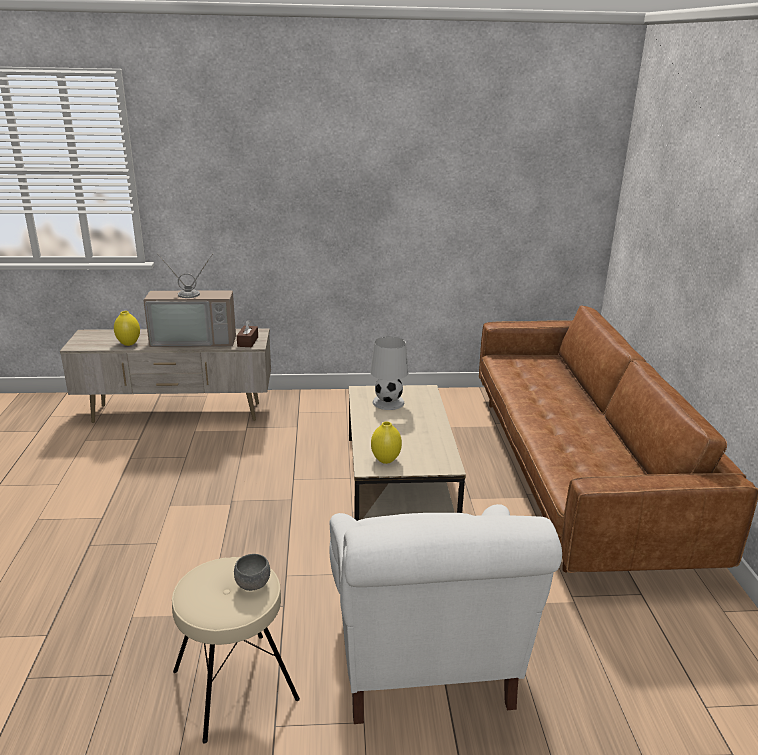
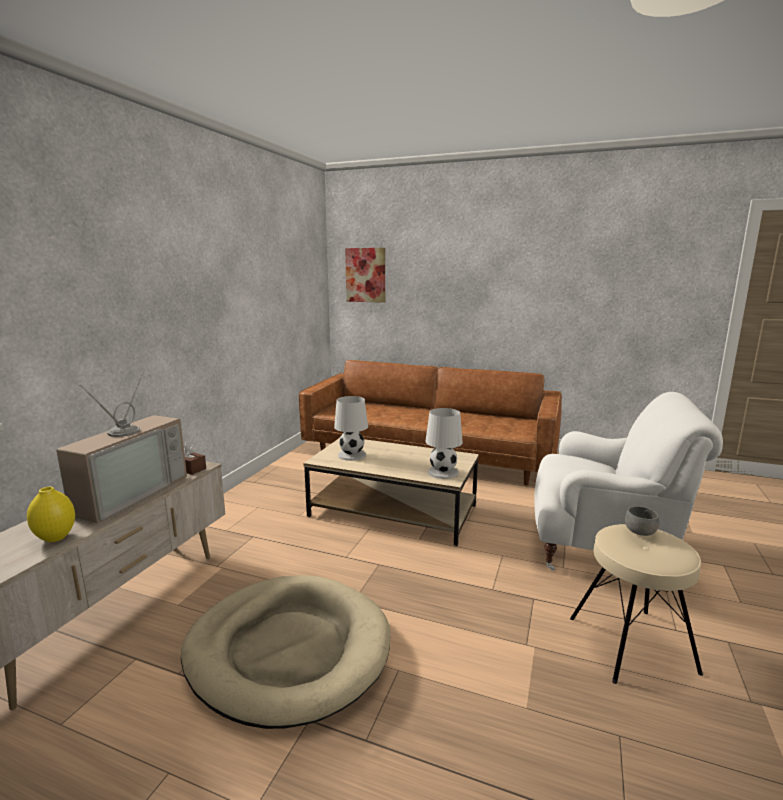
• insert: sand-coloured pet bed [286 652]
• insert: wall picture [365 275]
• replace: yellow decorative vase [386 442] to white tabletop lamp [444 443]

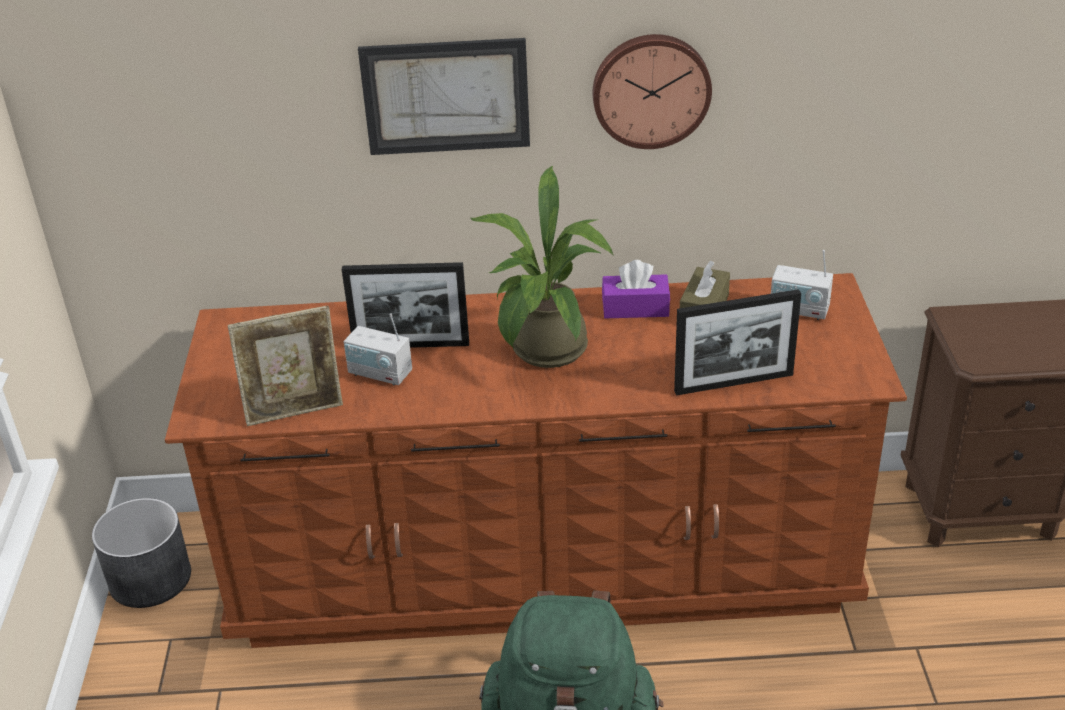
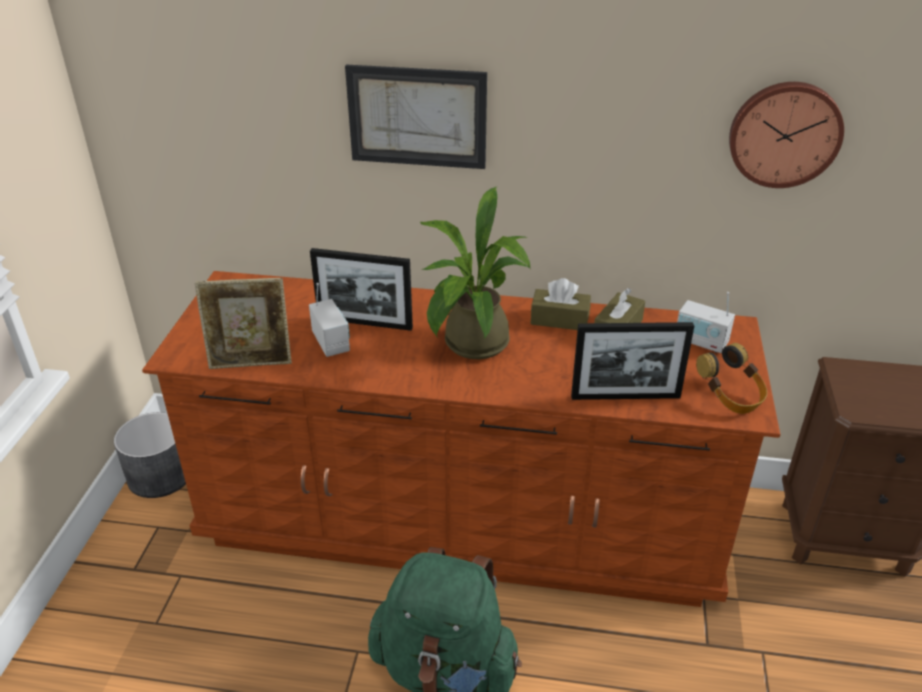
• insert: pair of headphones [731 378]
• move: wall clock [652 91] to [786 135]
• recolor: purple tissue holder [636 289] to brown-coloured tissue holder [561 304]
• rotate: radio [378 350] = [329 320] 150 degrees counterclockwise

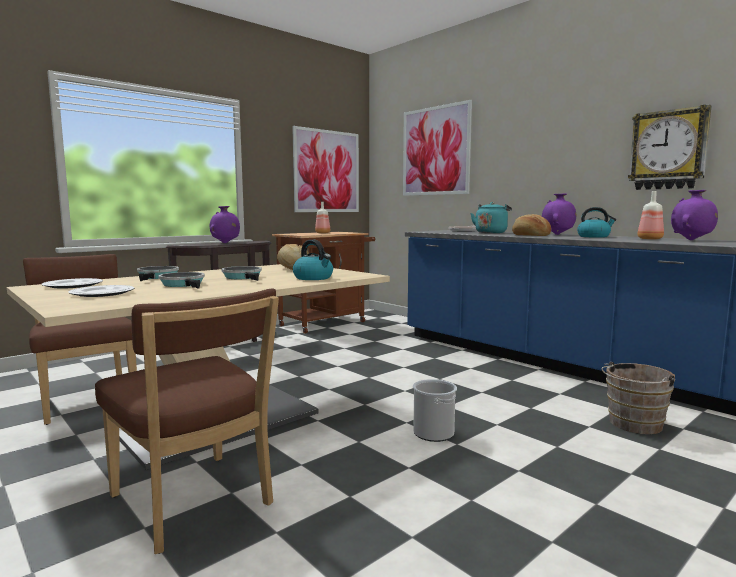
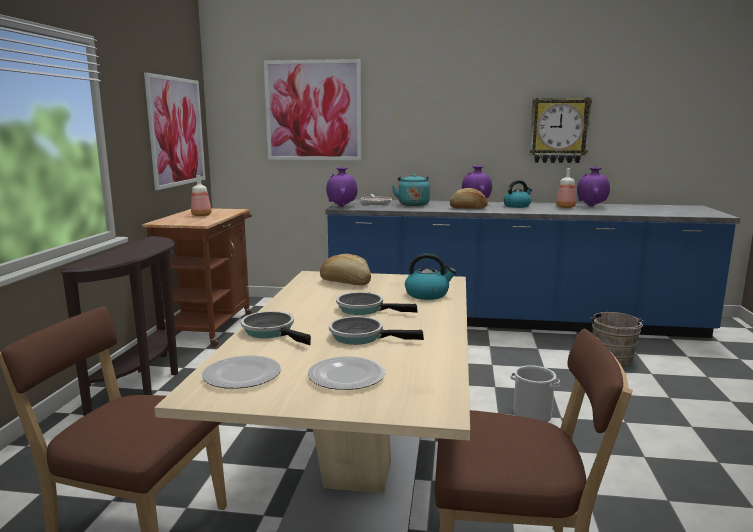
• move: purple decorative vase [225 224] to [342 187]

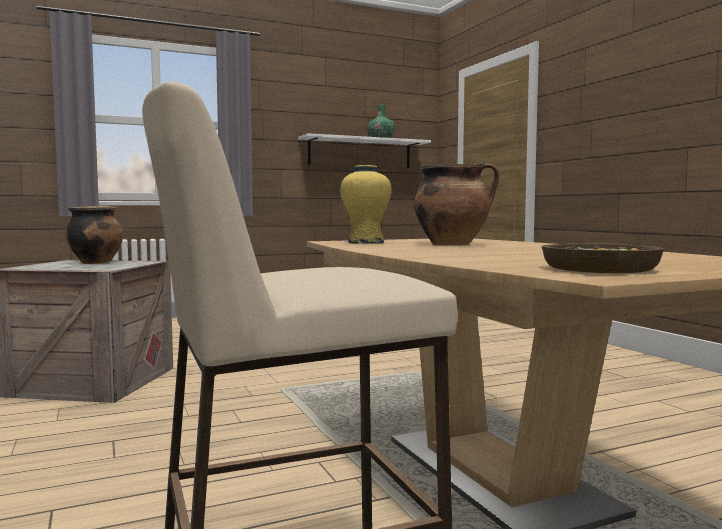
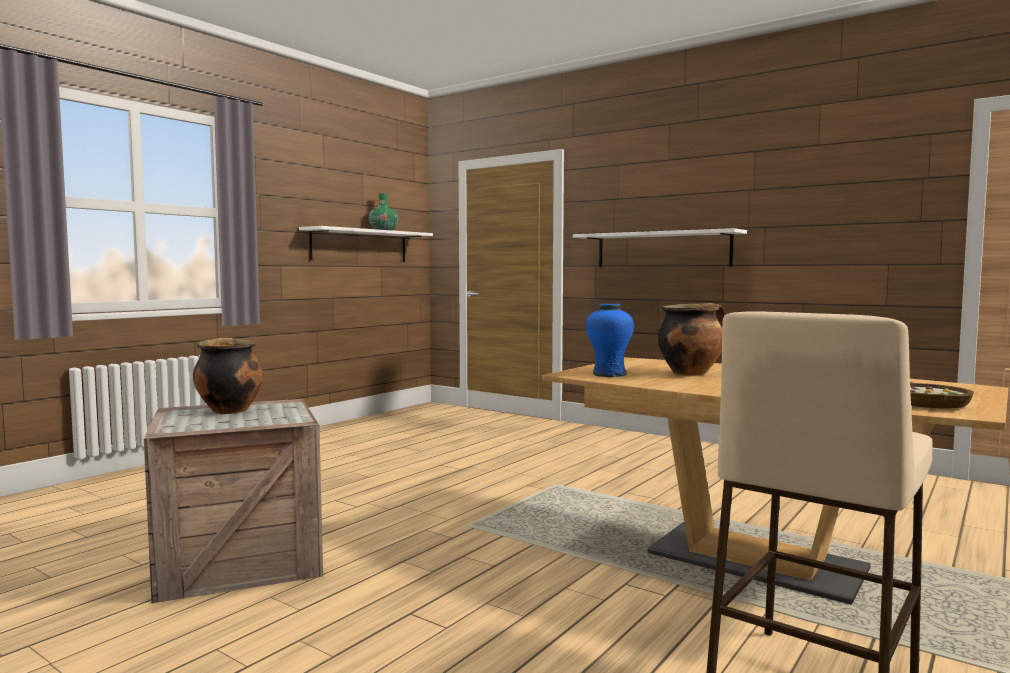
• insert: white bracket shelf [660 247]
• recolor: yellow decorative vase [365 204] to bluish decorative vase [610 340]

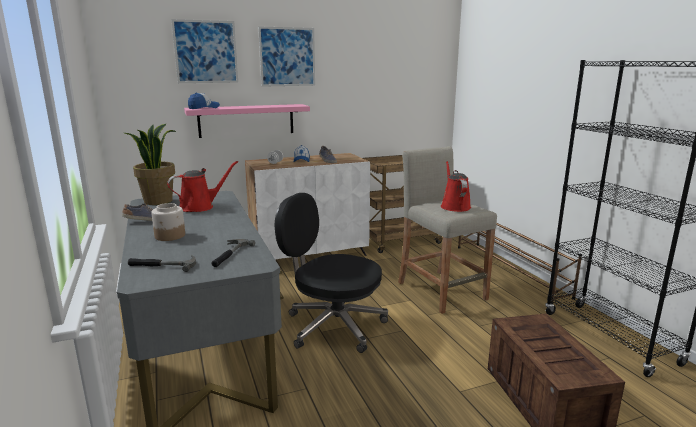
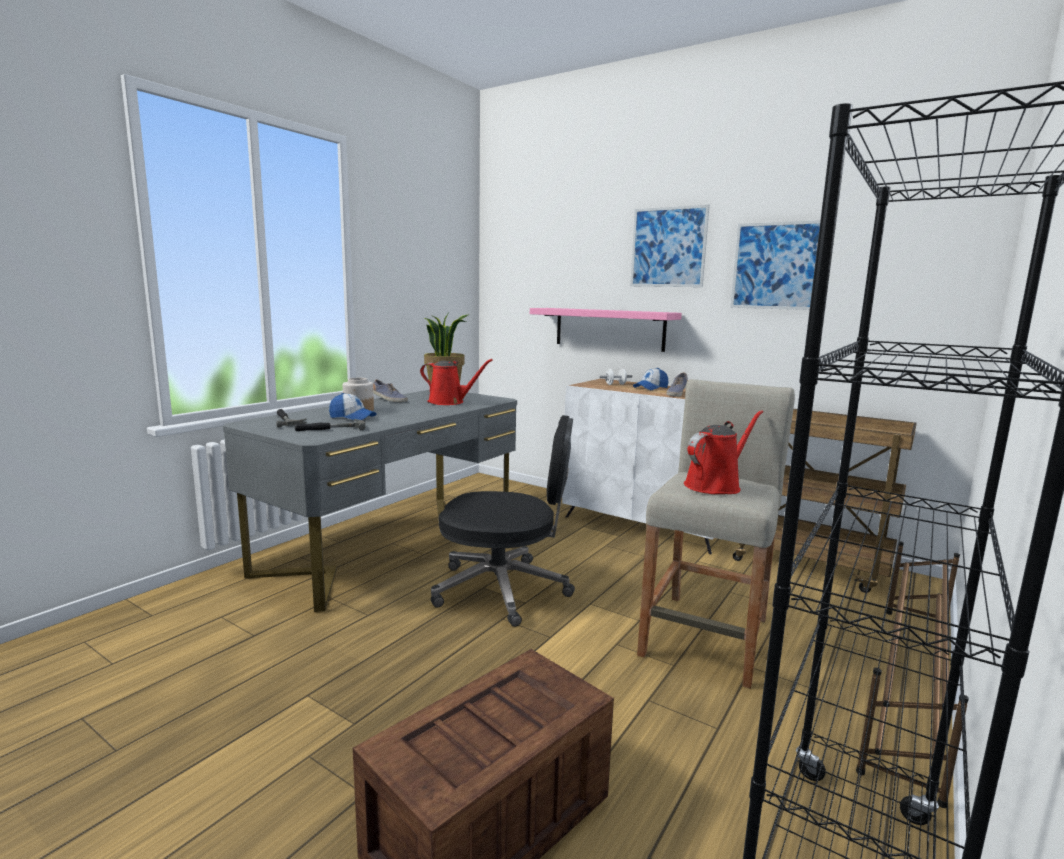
• move: wall picture [204 51] to [775 265]
• move: peaked cap [204 100] to [353 406]
• rotate: black computer chair [331 273] = [503 521] 105 degrees clockwise

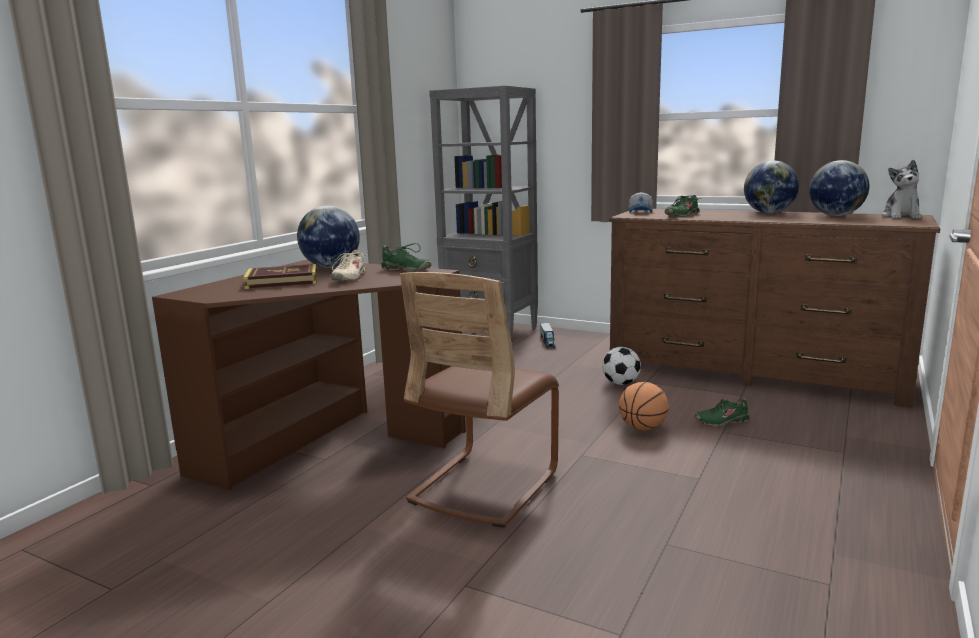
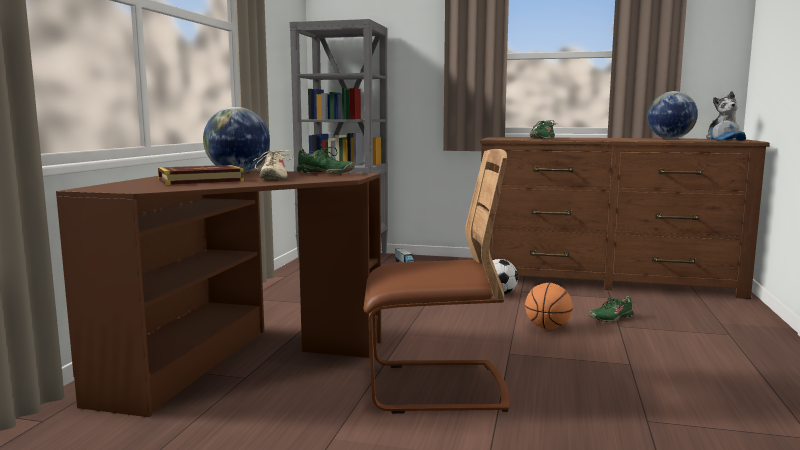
• delete: globe [771 187]
• move: peaked cap [641 202] to [728 130]
• rotate: brown-coloured chair [479 400] = [436 281] 105 degrees counterclockwise

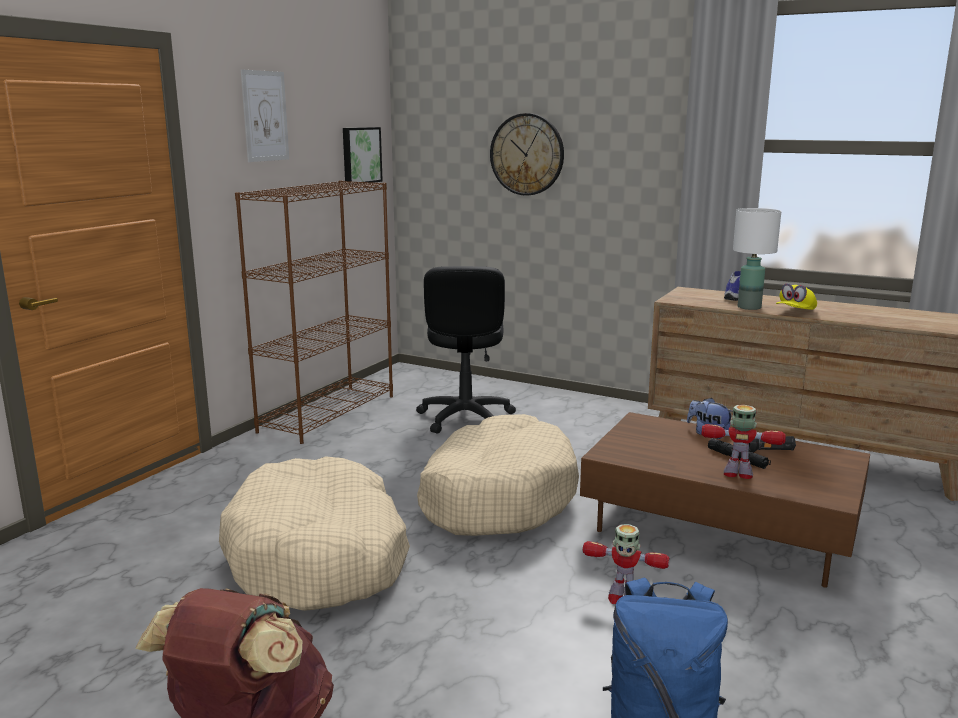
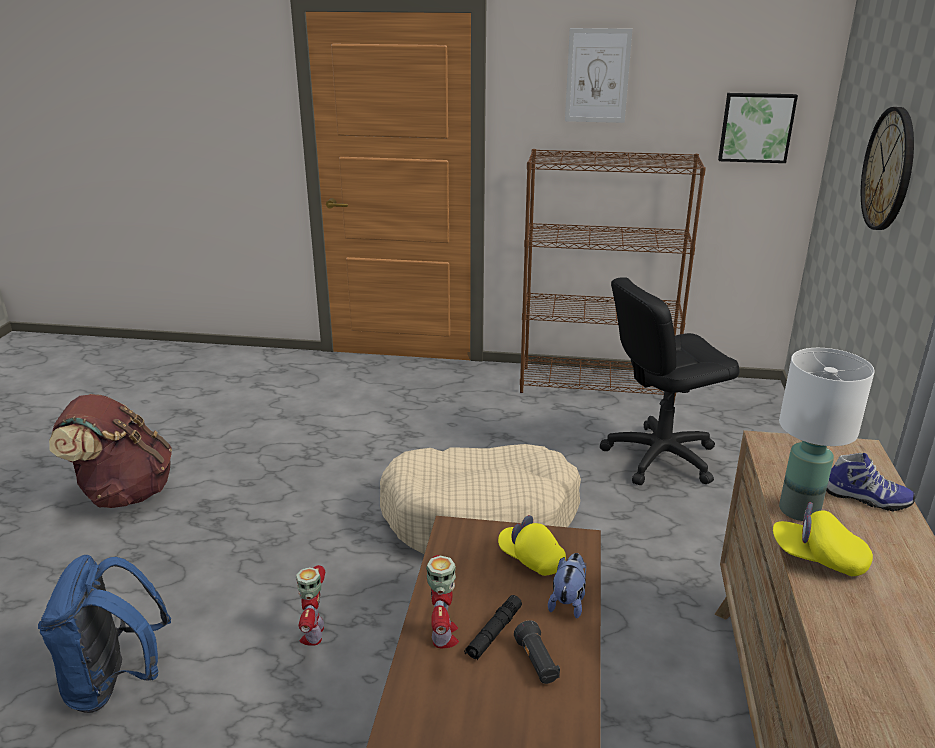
• delete: sand-coloured pet bed [314 533]
• insert: yellow peaked cap [532 545]

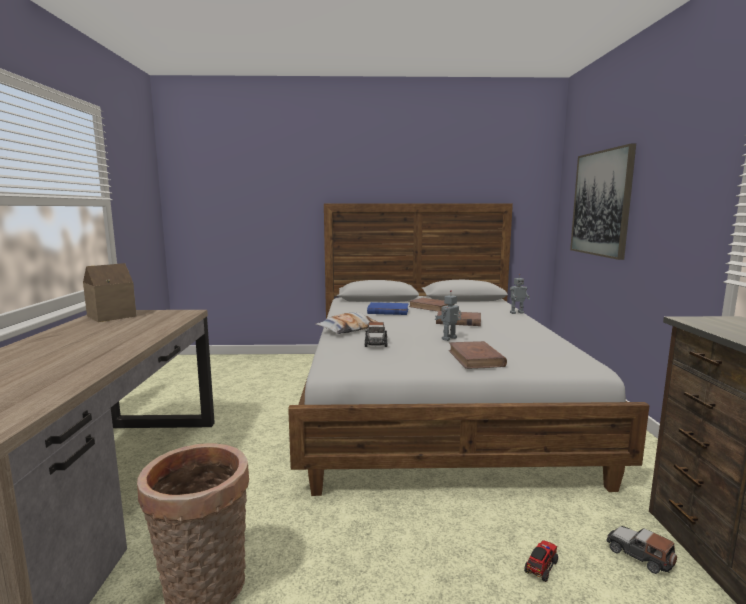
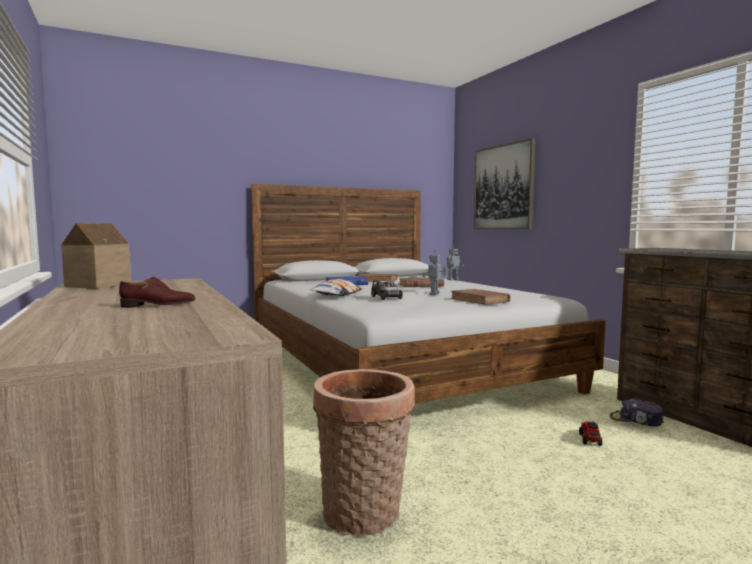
• insert: brown-coloured low shoe [157 292]
• replace: model car [642 550] to peaked cap [637 412]

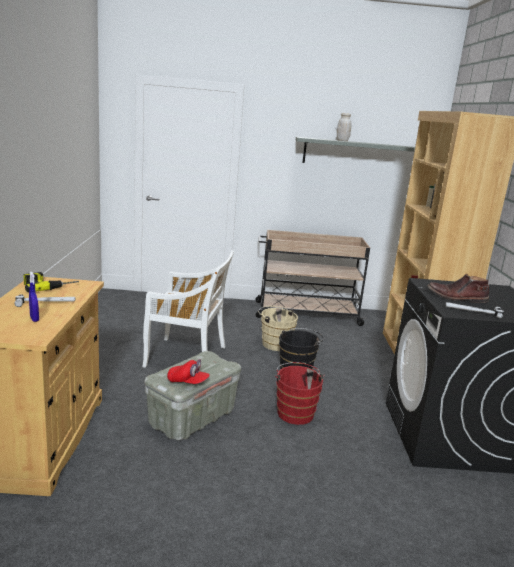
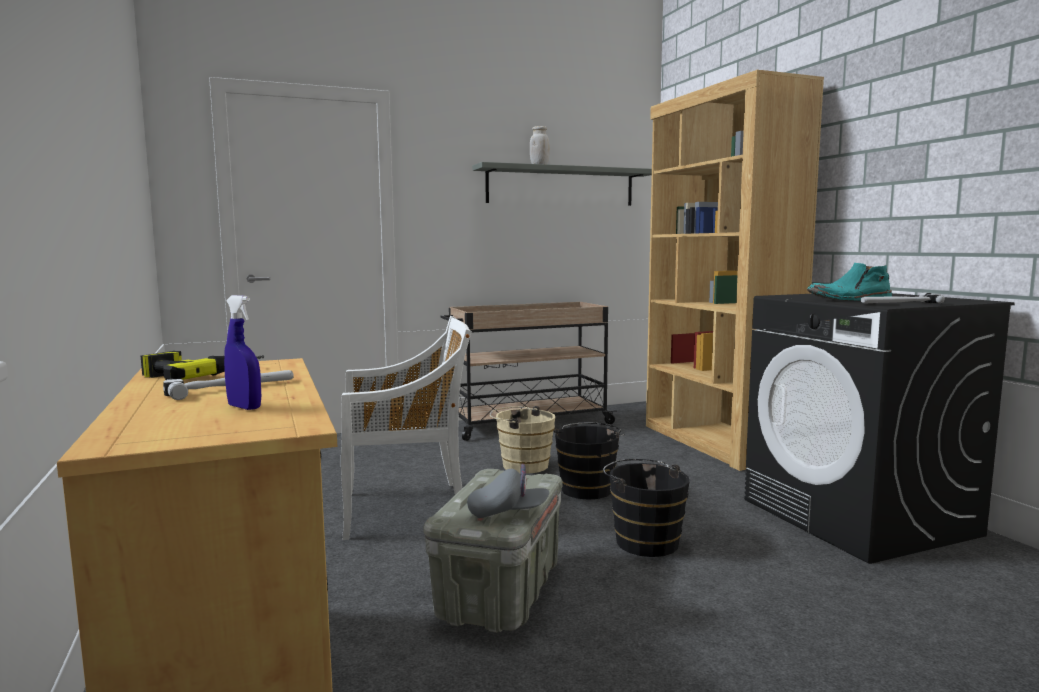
• recolor: red-coloured peaked cap [188 371] to greyish peaked cap [508 491]
• recolor: red-coloured bucket [300 393] to black bucket [646 508]
• recolor: brown-coloured tall boot [458 288] to blue-green tall boot [849 282]

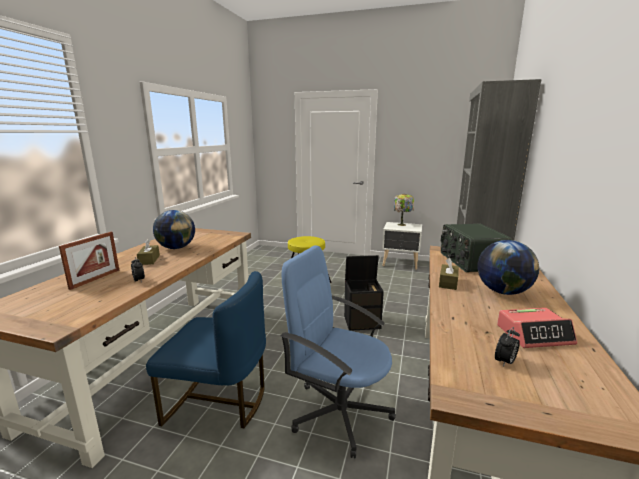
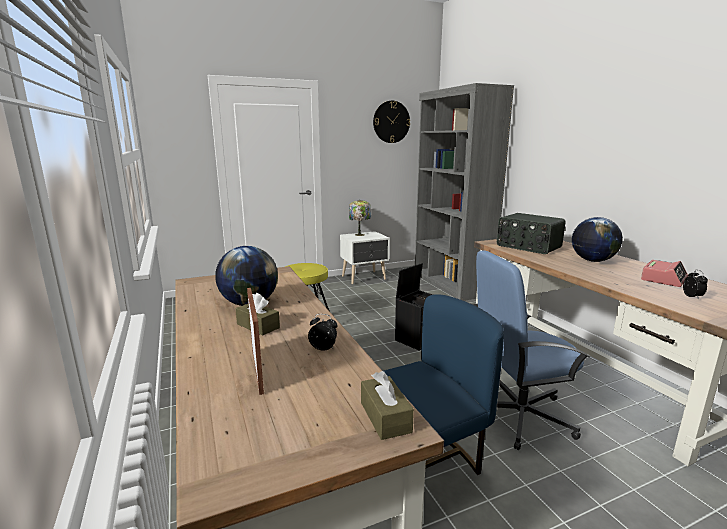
• insert: wall clock [391 122]
• move: brown-coloured tissue holder [449 274] to [387 405]

